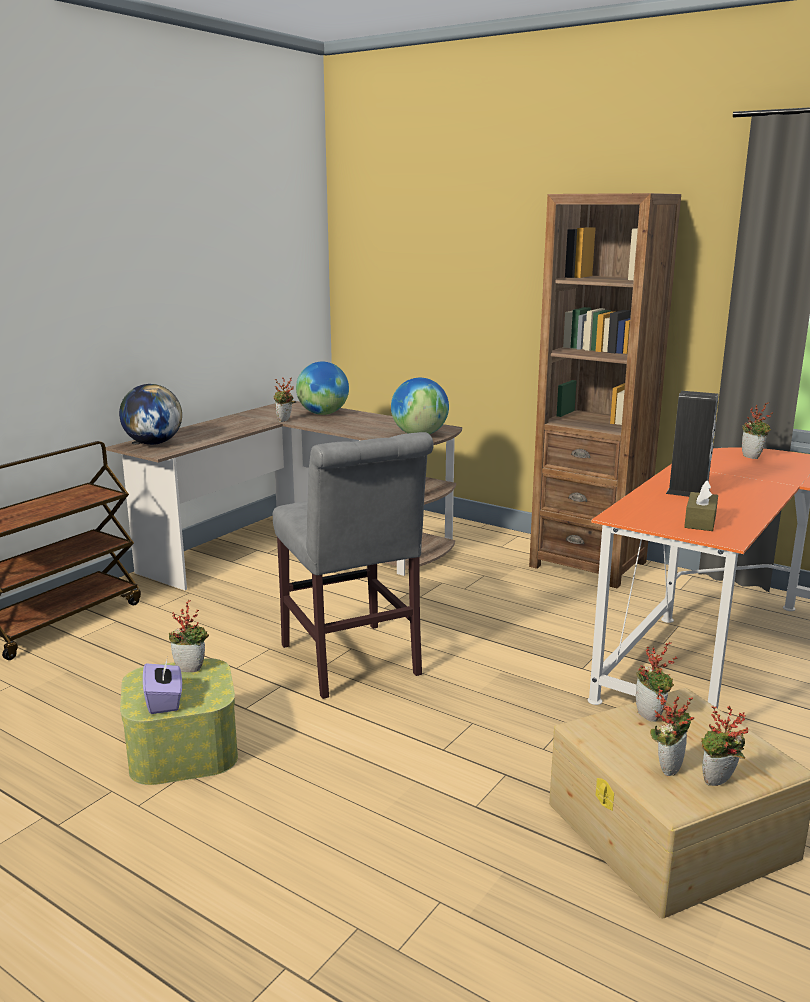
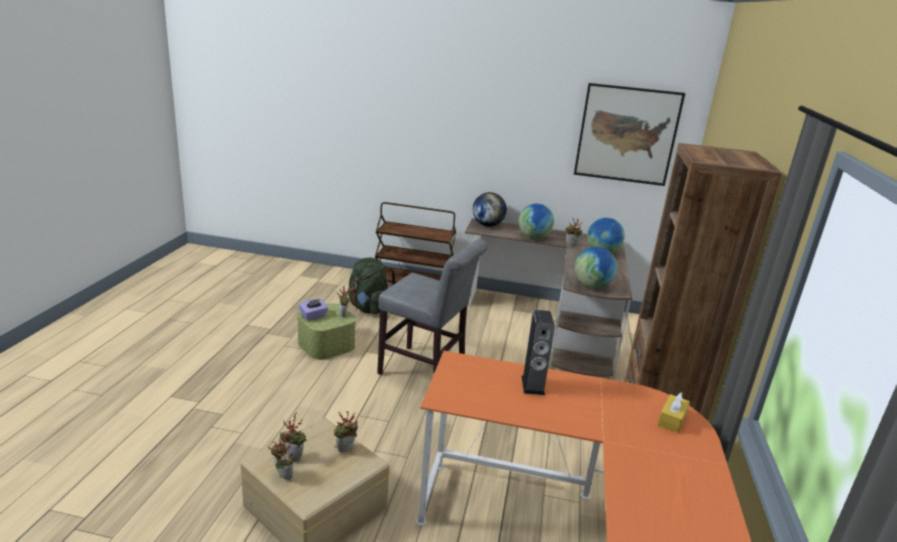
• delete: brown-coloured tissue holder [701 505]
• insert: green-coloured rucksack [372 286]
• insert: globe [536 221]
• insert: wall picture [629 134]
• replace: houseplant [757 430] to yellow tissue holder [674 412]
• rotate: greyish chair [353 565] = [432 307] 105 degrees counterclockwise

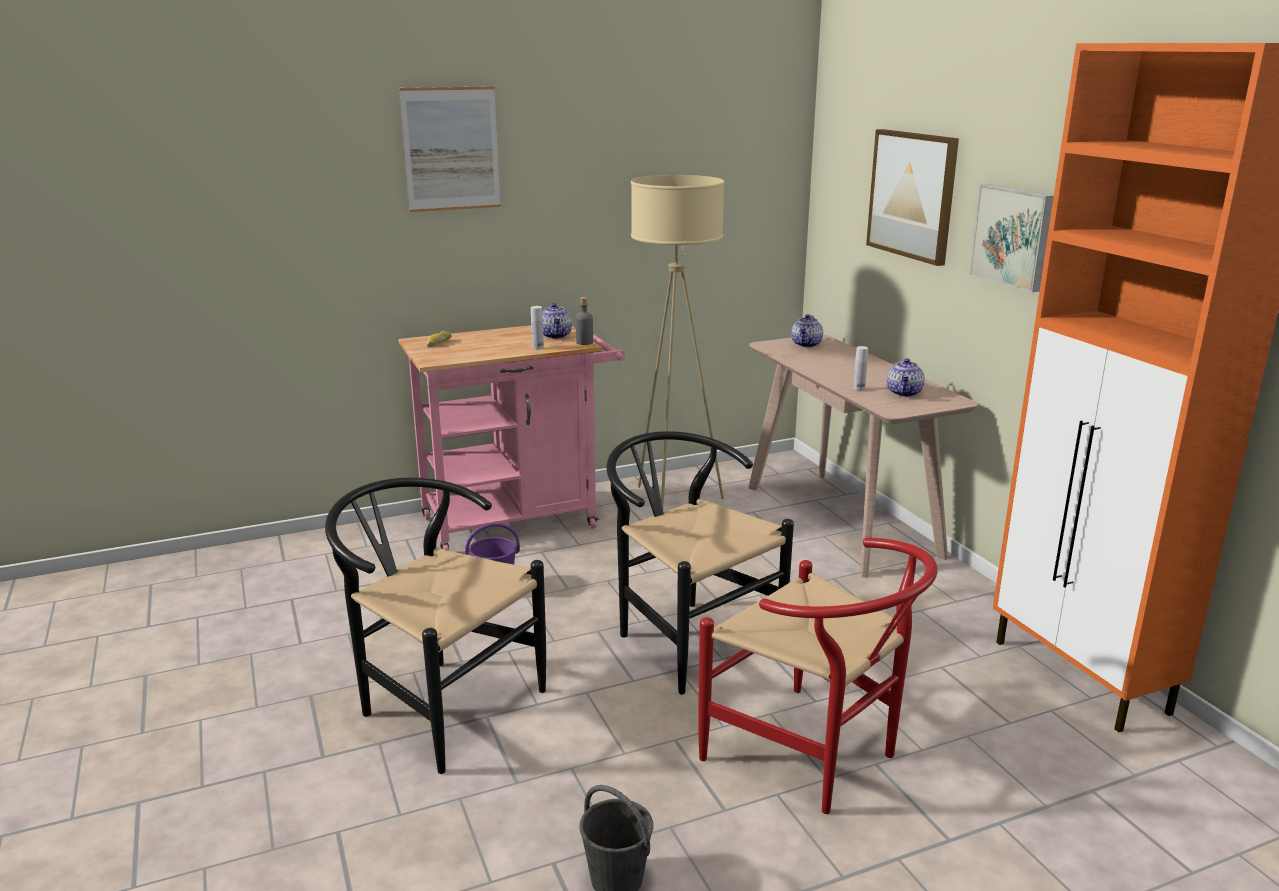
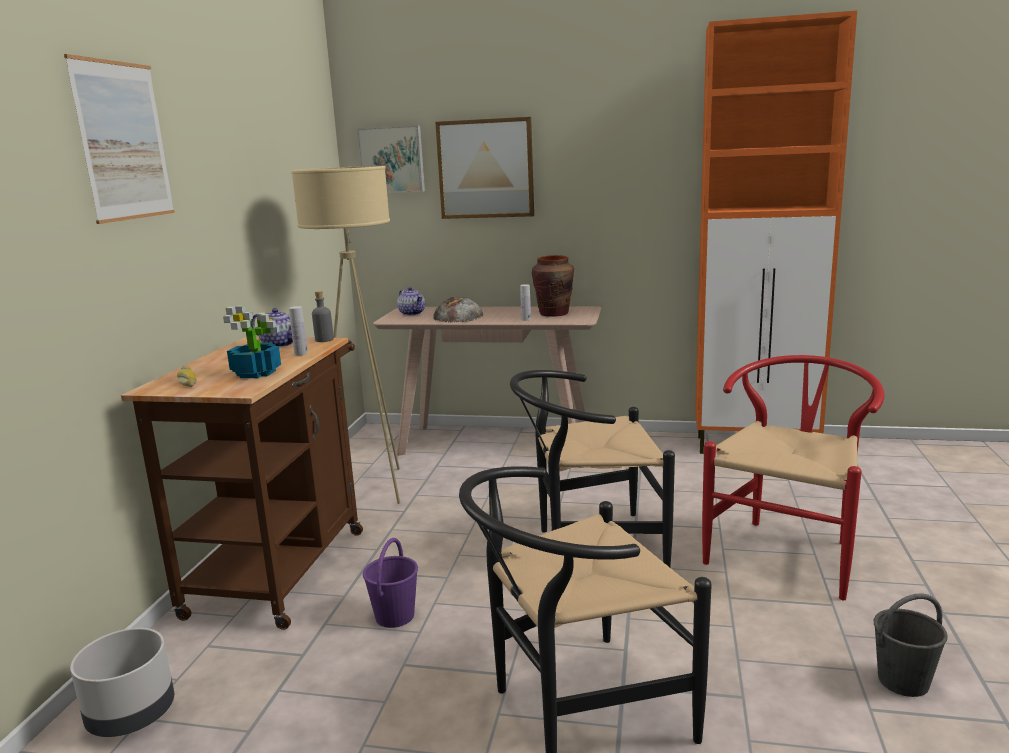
• insert: greyish planter [122 682]
• insert: houseplant [252 341]
• insert: baked bread [458 310]
• move: wall picture [1011 238] to [390 159]
• replace: tea pot [906 377] to brown-coloured decorative vase [552 286]
• recolor: pink-coloured wheeled cart [511 438] to brown-coloured wheeled cart [242 483]
• rotate: red-coloured chair [818 675] = [793 477] 45 degrees counterclockwise

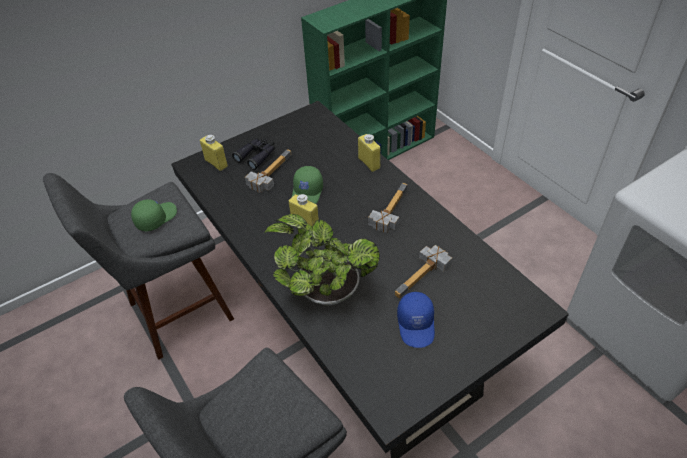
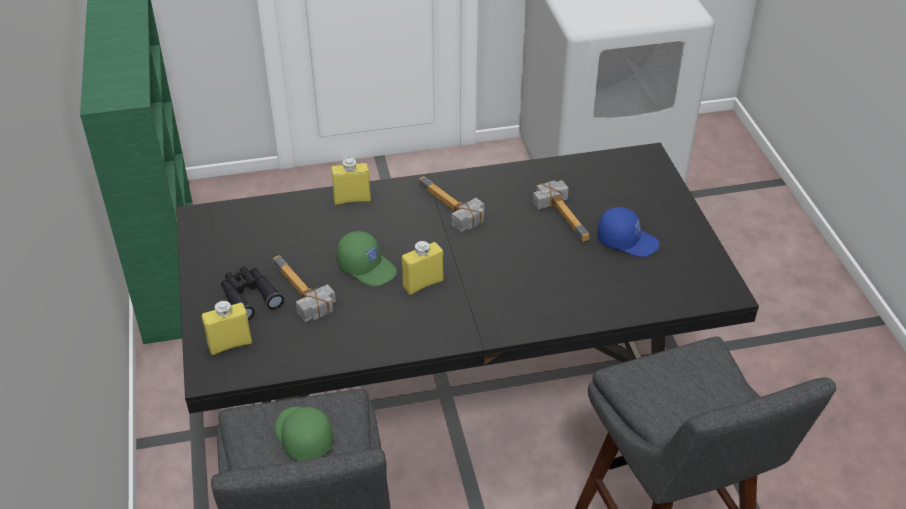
• delete: houseplant [322 259]

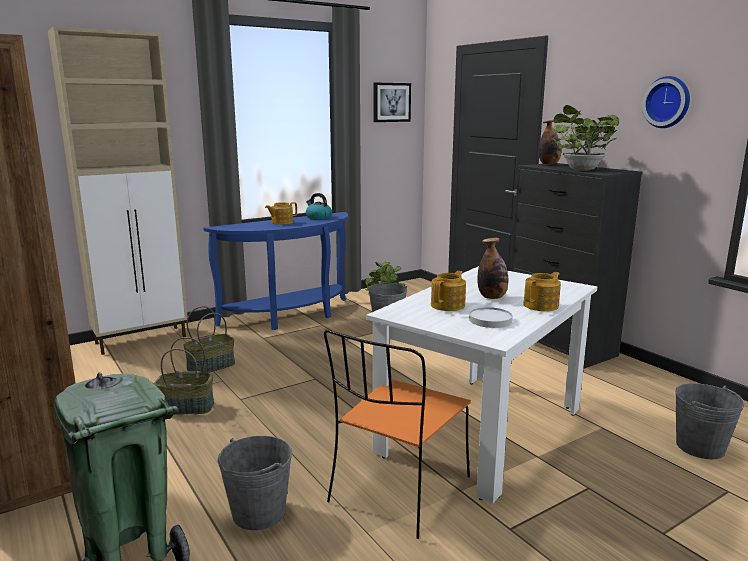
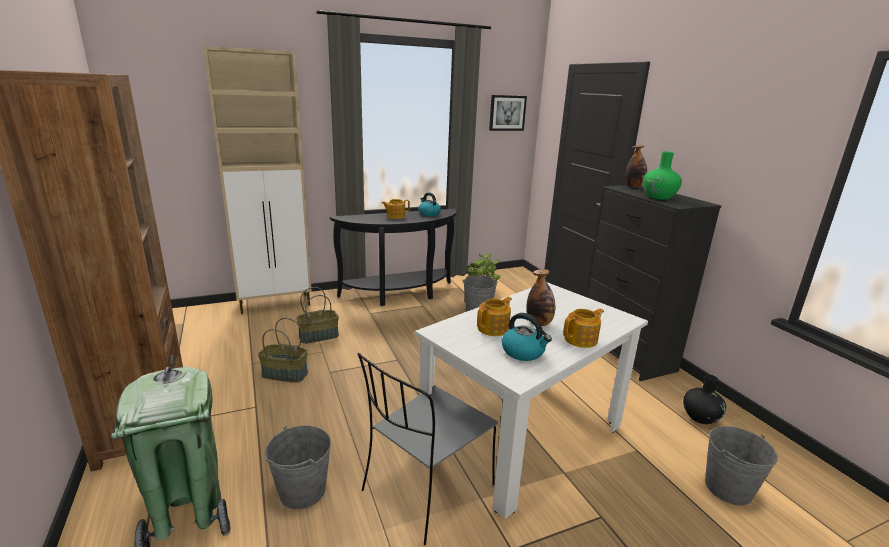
• delete: wall clock [666 102]
• insert: black decorative vase [704 399]
• replace: white flat dish [491 317] to tea kettle [527 337]
• replace: houseplant [585 138] to green-coloured decorative vase [662 175]
• recolor: bluish hall table [275 271] to black hall table [393 257]
• recolor: orange chair [397 434] to greyish chair [428 449]

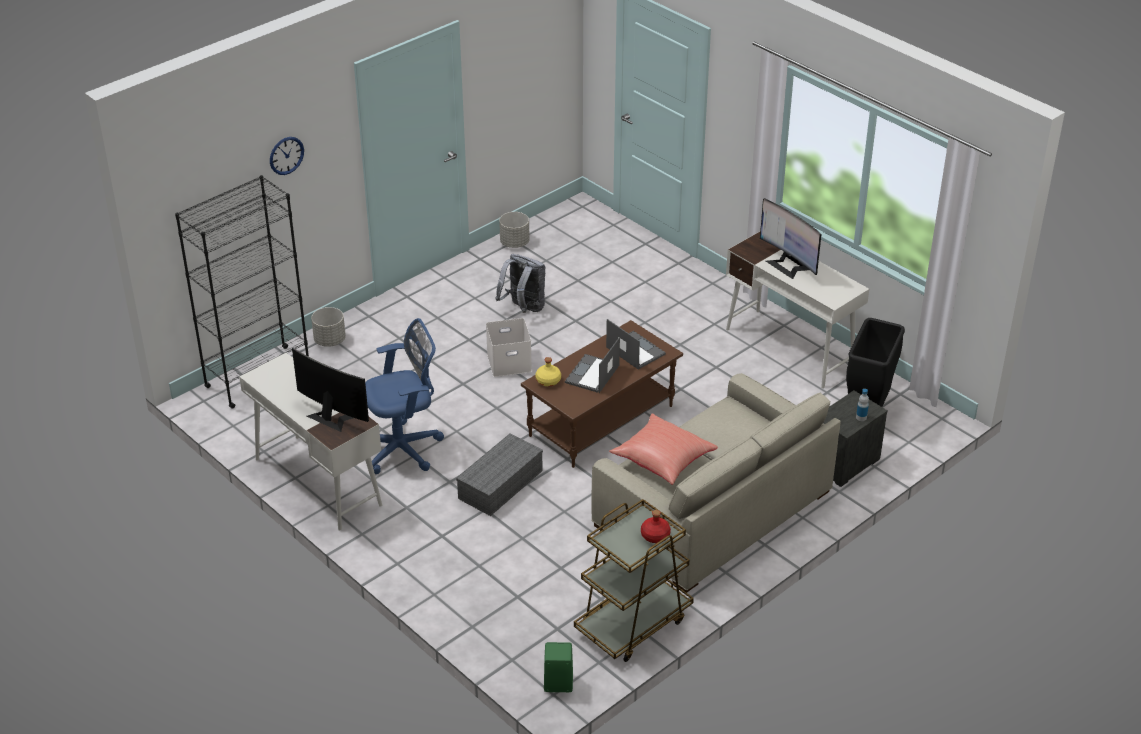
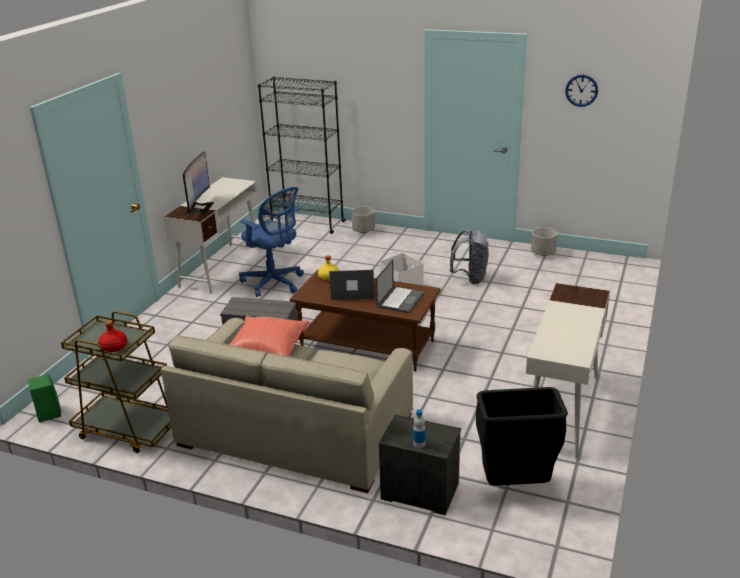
• delete: monitor [790 238]
• move: wall clock [287 156] to [581 91]

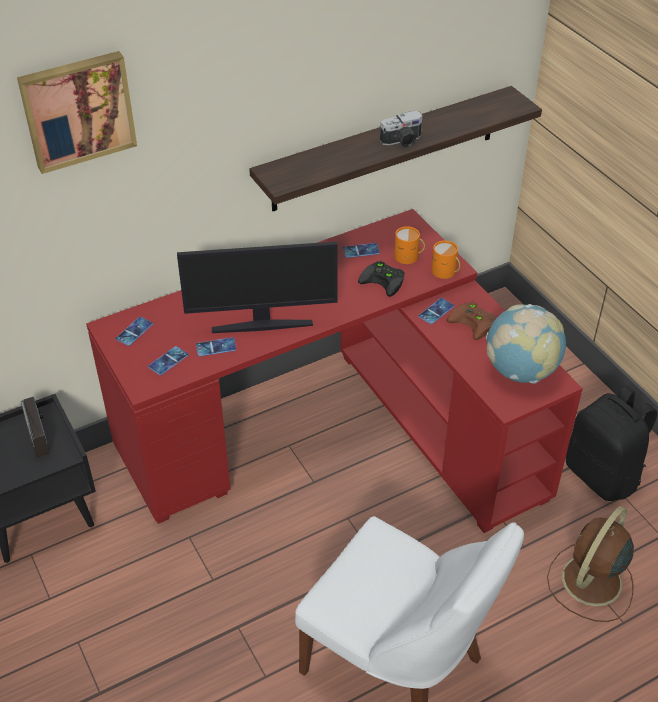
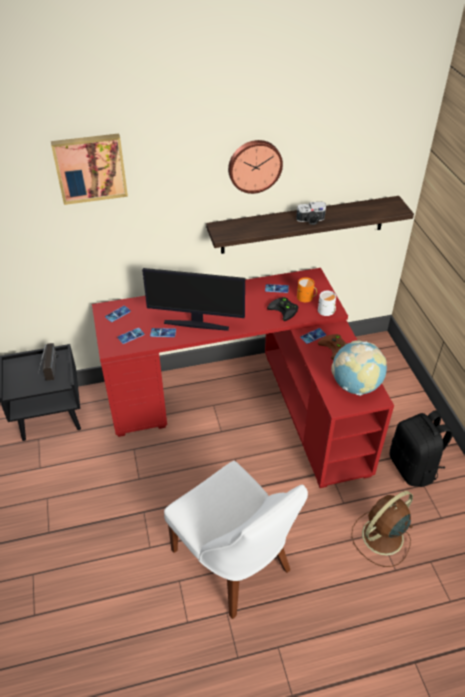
• insert: wall clock [255 167]
• recolor: orange coffee mug [445 260] to white coffee mug [327 303]

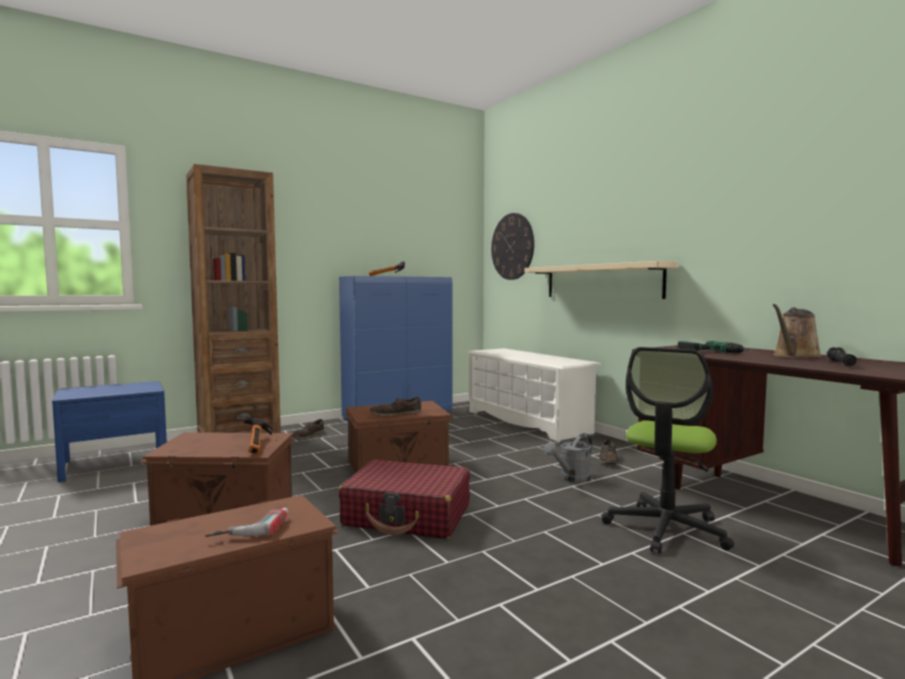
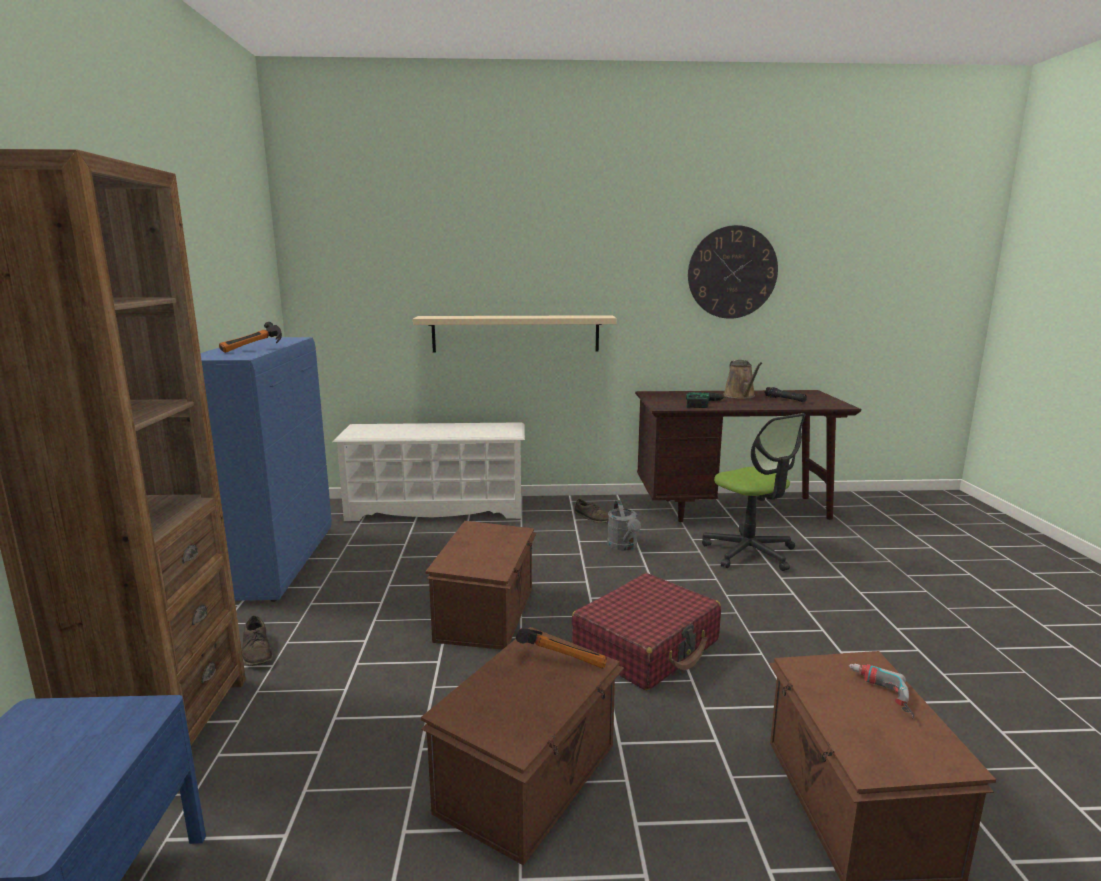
• delete: brown-coloured low shoe [395 406]
• move: wall clock [512 246] to [733 272]

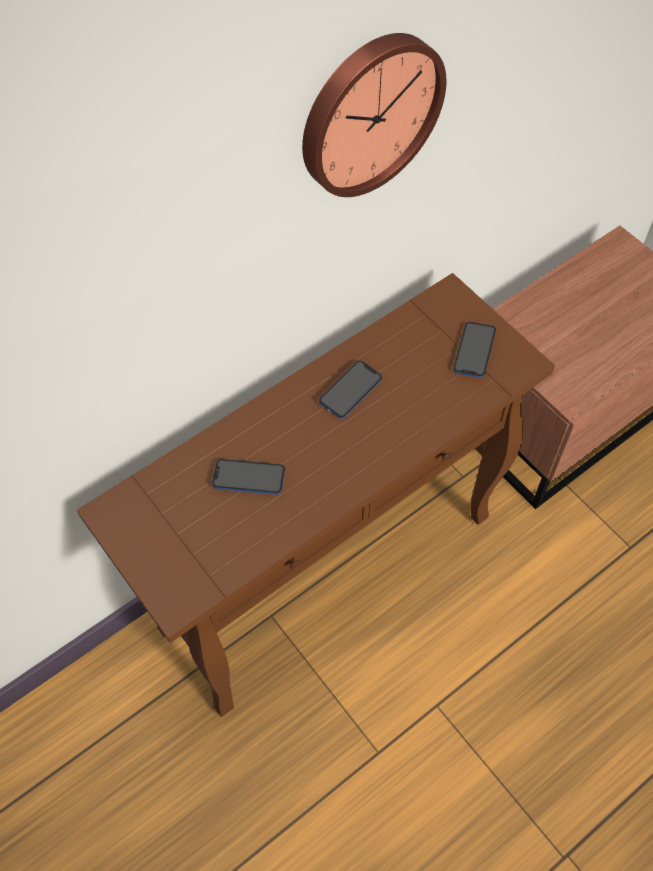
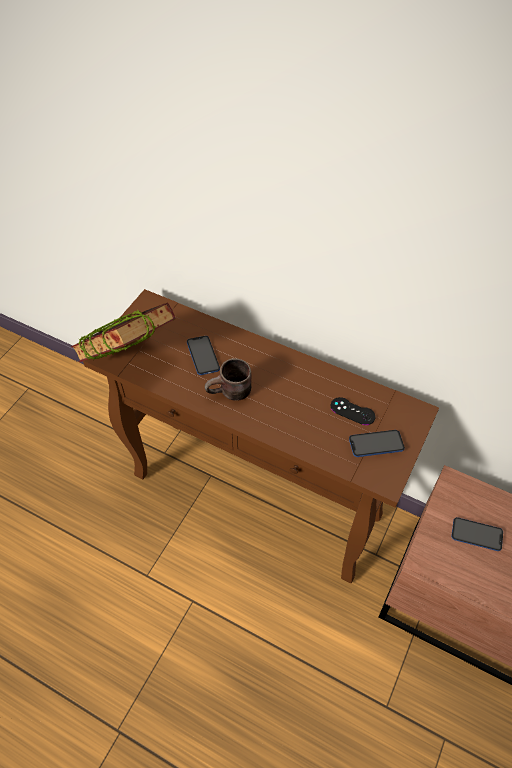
• delete: wall clock [374 115]
• insert: book [123 332]
• insert: brown-coloured coffee mug [228 379]
• insert: black gamepad [353 411]
• move: telephone [350 389] to [477 534]

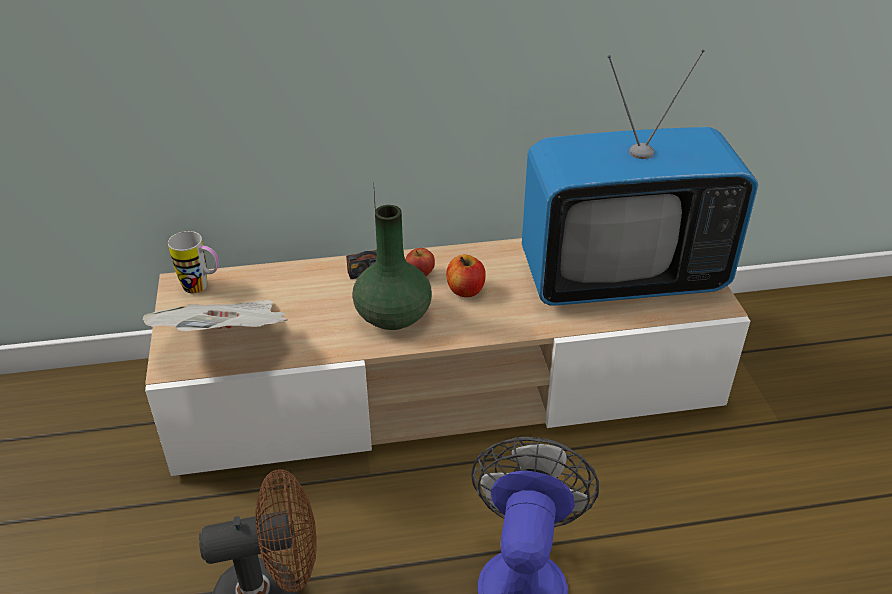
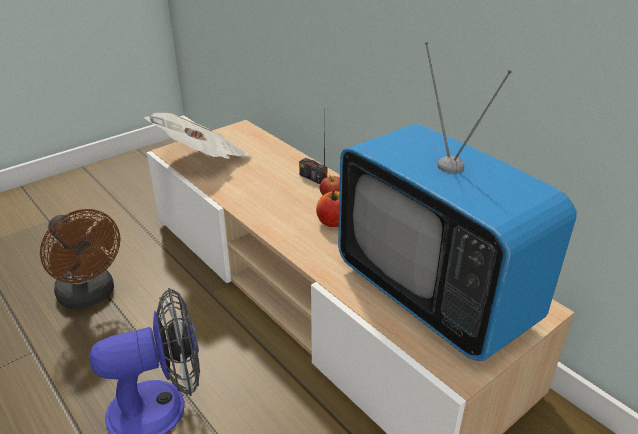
• delete: coffee mug [193 262]
• delete: green-coloured decorative vase [392 267]

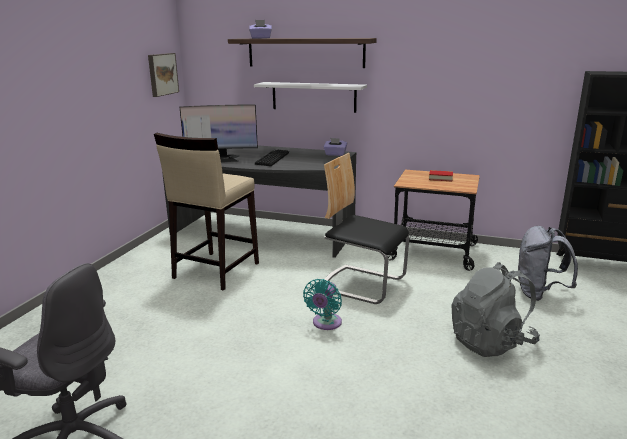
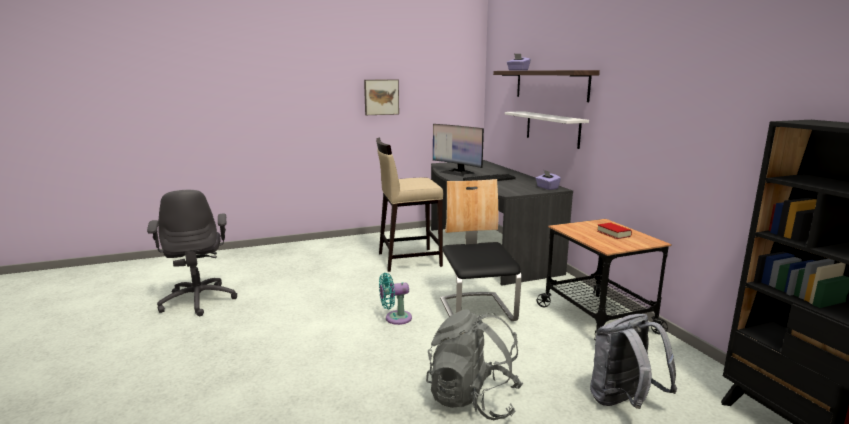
• move: wall picture [163 75] to [381 97]

